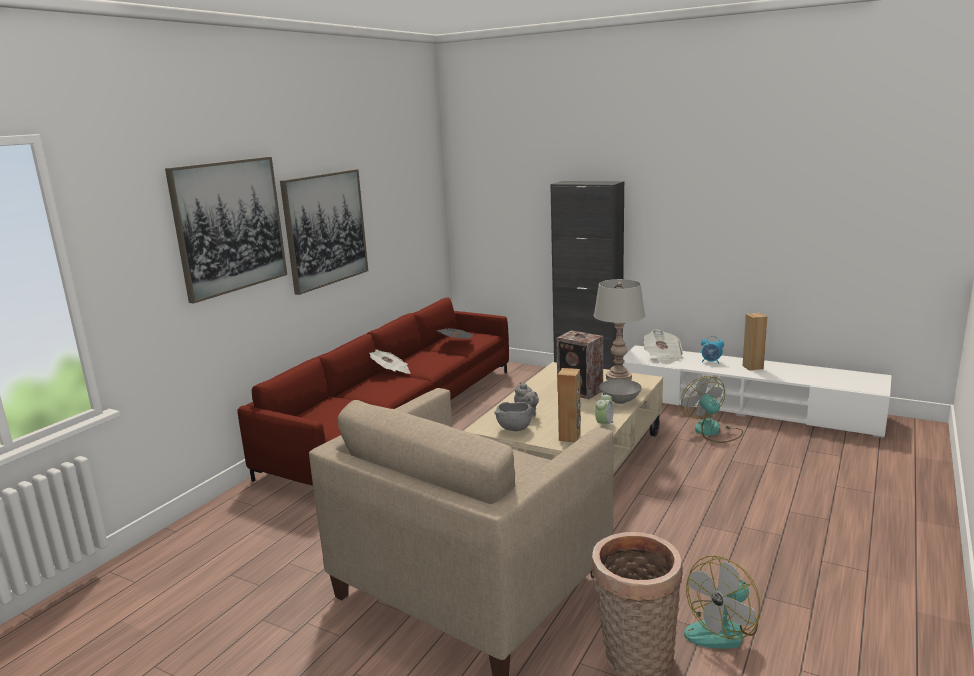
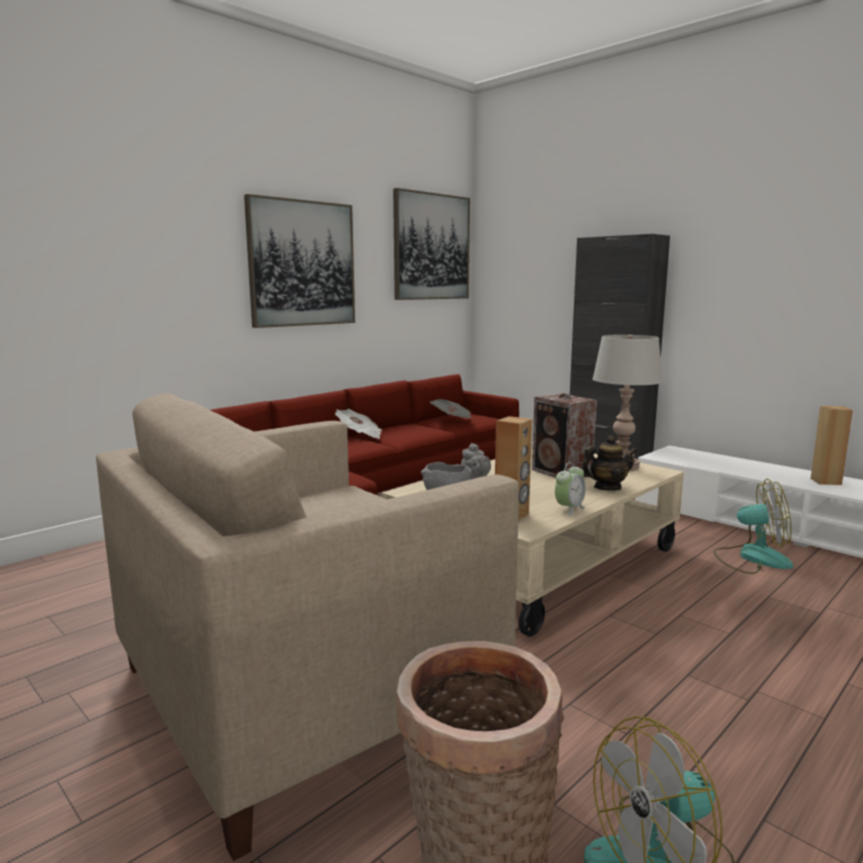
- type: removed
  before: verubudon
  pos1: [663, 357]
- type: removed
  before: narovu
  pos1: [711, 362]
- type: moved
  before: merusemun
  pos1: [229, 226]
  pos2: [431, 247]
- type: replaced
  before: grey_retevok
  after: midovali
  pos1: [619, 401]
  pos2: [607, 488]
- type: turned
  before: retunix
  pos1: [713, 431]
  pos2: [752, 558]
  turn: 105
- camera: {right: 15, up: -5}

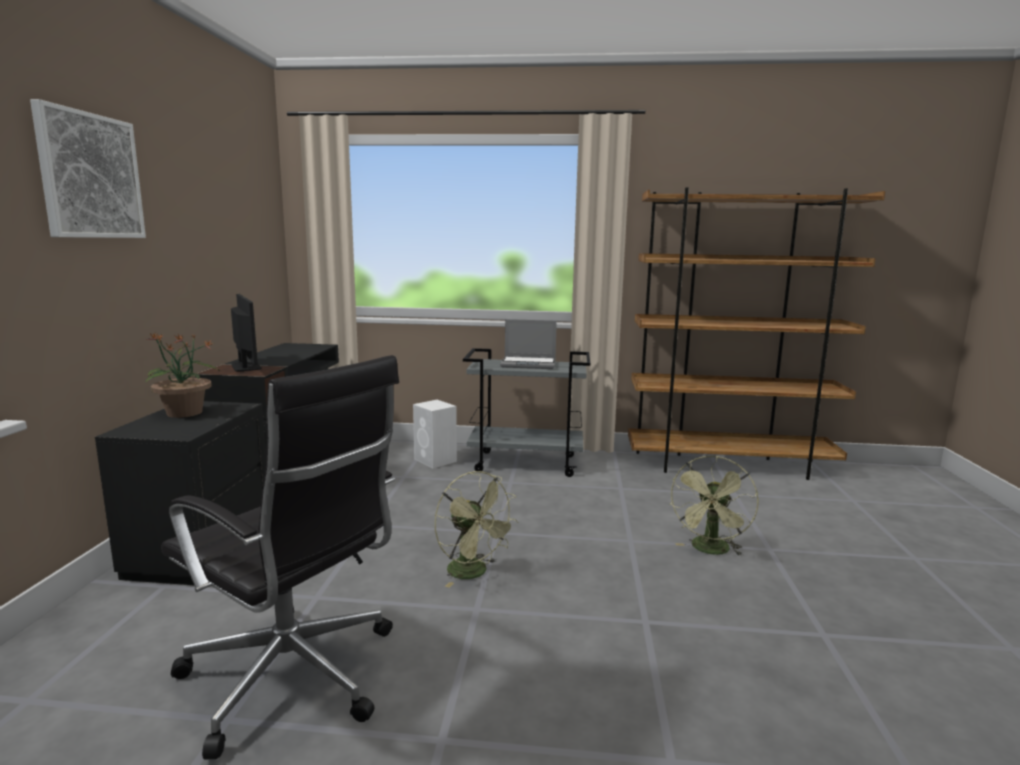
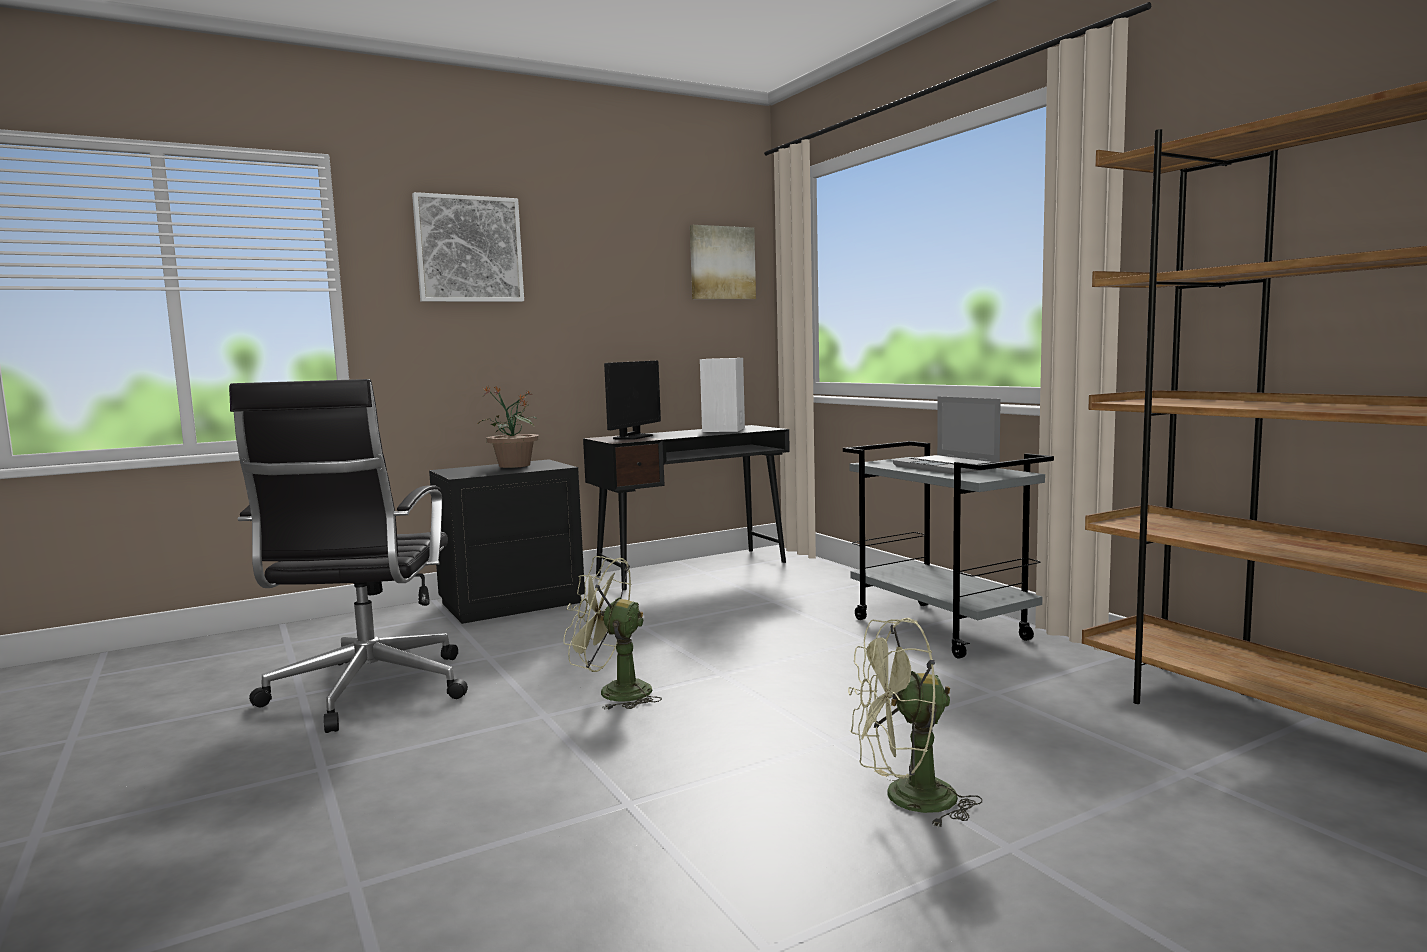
- type: added
  after: merusemun
  pos2: [721, 263]
- type: moved
  before: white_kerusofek
  pos1: [436, 460]
  pos2: [723, 430]
- type: turned
  before: green_retunix
  pos1: [474, 573]
  pos2: [613, 693]
  turn: 90
- camera: {right: 55, up: -5}

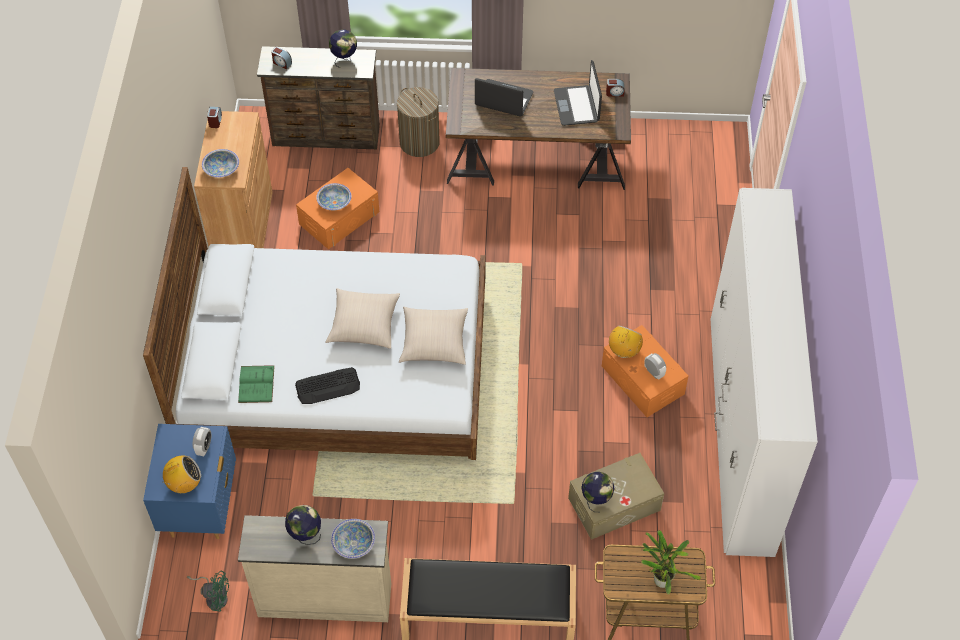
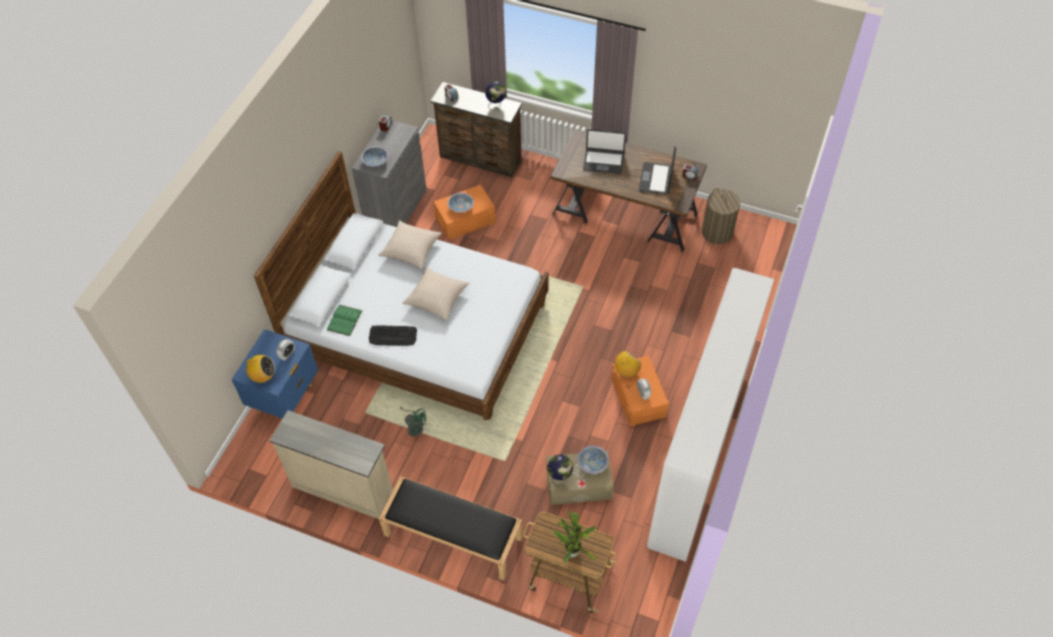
- type: removed
  before: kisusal
  pos1: [305, 535]
- type: moved
  before: green_retunix
  pos1: [214, 596]
  pos2: [415, 426]
- type: moved
  before: retevok
  pos1: [354, 543]
  pos2: [592, 463]
- type: moved
  before: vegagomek
  pos1: [419, 142]
  pos2: [717, 232]
- type: moved
  before: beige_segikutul
  pos1: [434, 342]
  pos2: [411, 250]
- type: recoloured
  before: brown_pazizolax
  after: grey_pazizolax
  pos1: [243, 227]
  pos2: [396, 209]
- type: turned
  before: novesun
  pos1: [503, 100]
  pos2: [603, 161]
  turn: 150
- camera: {right: 20, up: 0}

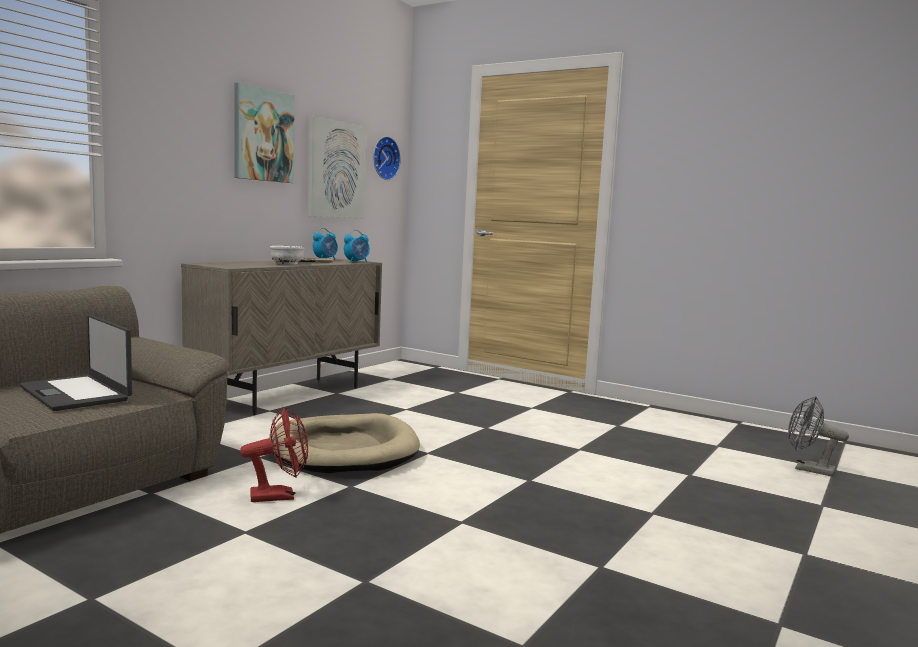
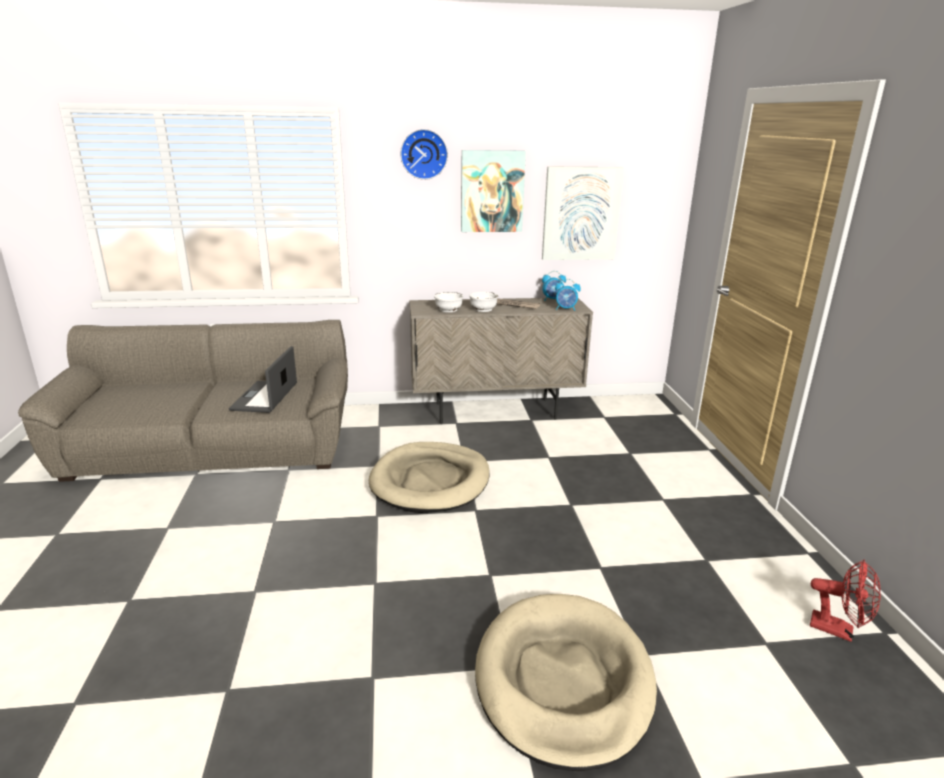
- type: removed
  before: grey_retunix
  pos1: [808, 469]
- type: added
  after: white_retevok
  pos2: [449, 310]
- type: added
  after: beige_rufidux
  pos2: [563, 681]
- type: moved
  before: red_retunix
  pos1: [279, 496]
  pos2: [838, 630]
- type: moved
  before: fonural
  pos1: [384, 158]
  pos2: [424, 154]
- camera: {right: 50, up: 15}

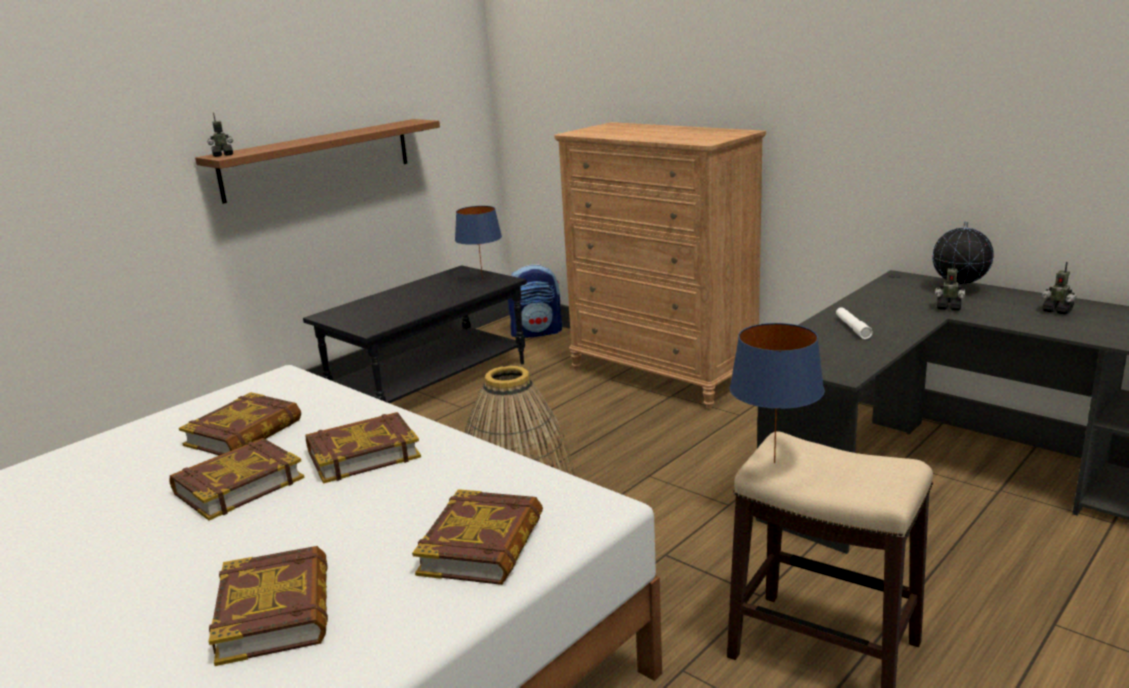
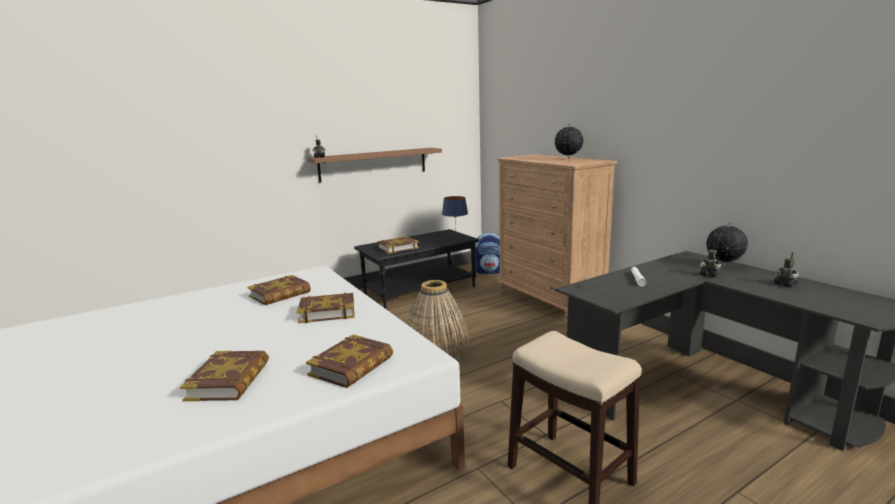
- type: removed
  before: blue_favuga
  pos1: [774, 462]
- type: added
  after: kisusal
  pos2: [568, 159]
- type: moved
  before: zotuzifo
  pos1: [238, 485]
  pos2: [398, 248]
- camera: {right: 15, up: -5}

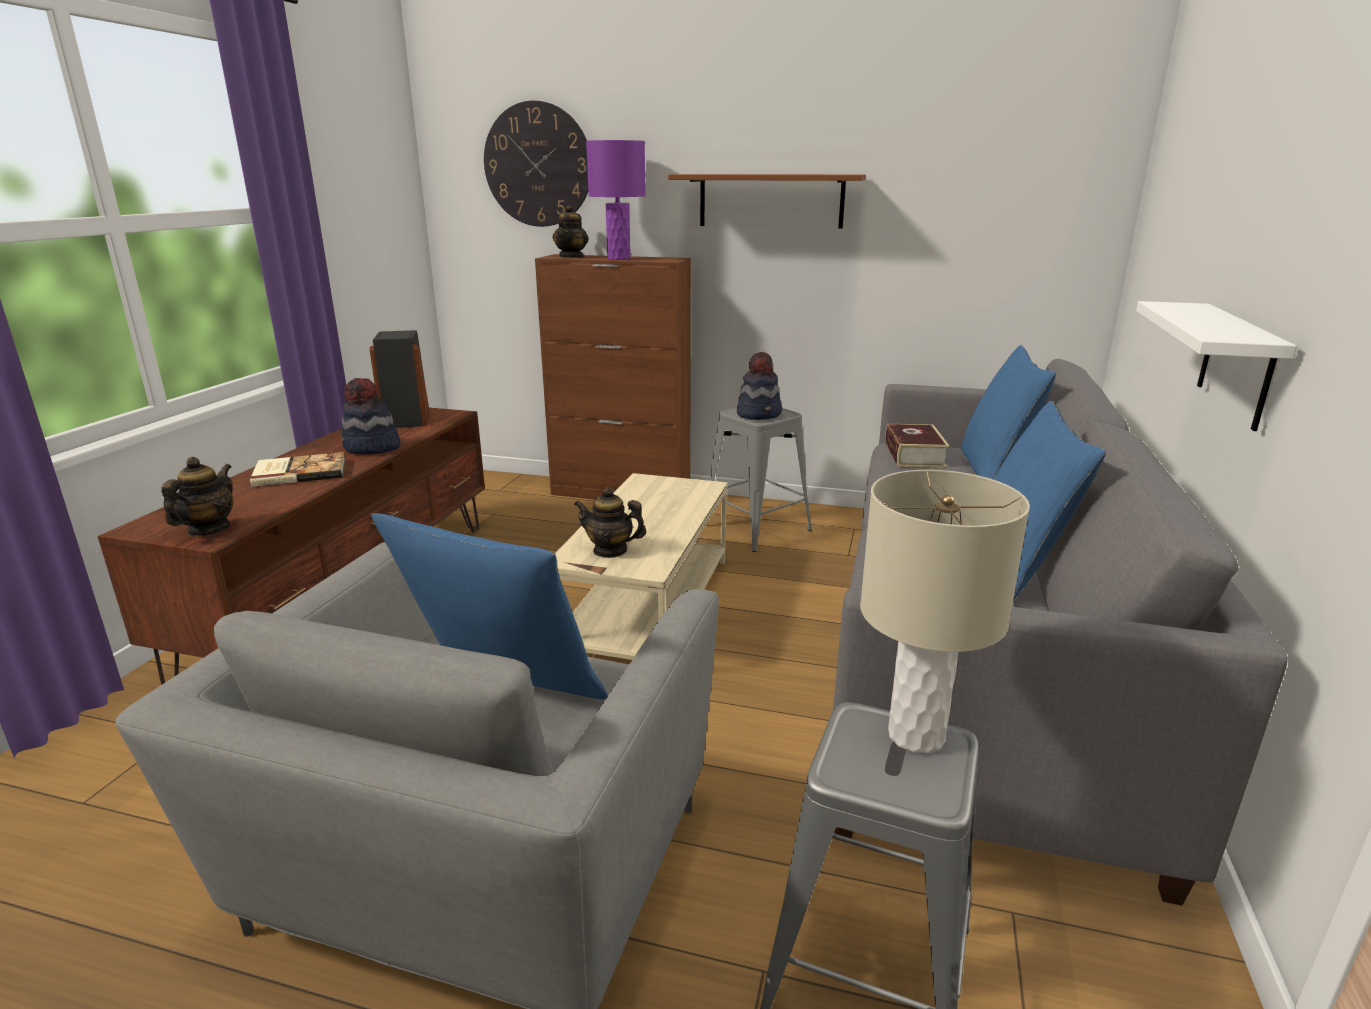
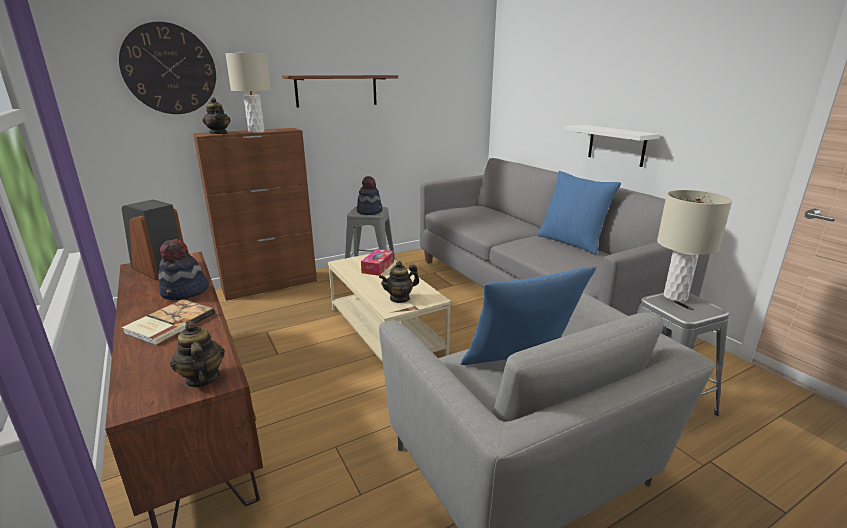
- type: removed
  before: zotuzifo
  pos1: [914, 455]
- type: removed
  before: blue_segikutul
  pos1: [994, 471]
- type: added
  after: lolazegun
  pos2: [378, 267]
- type: recoloured
  before: purple_favuga
  after: beige_favuga
  pos1: [618, 258]
  pos2: [256, 131]
- camera: {right: -45, up: 0}

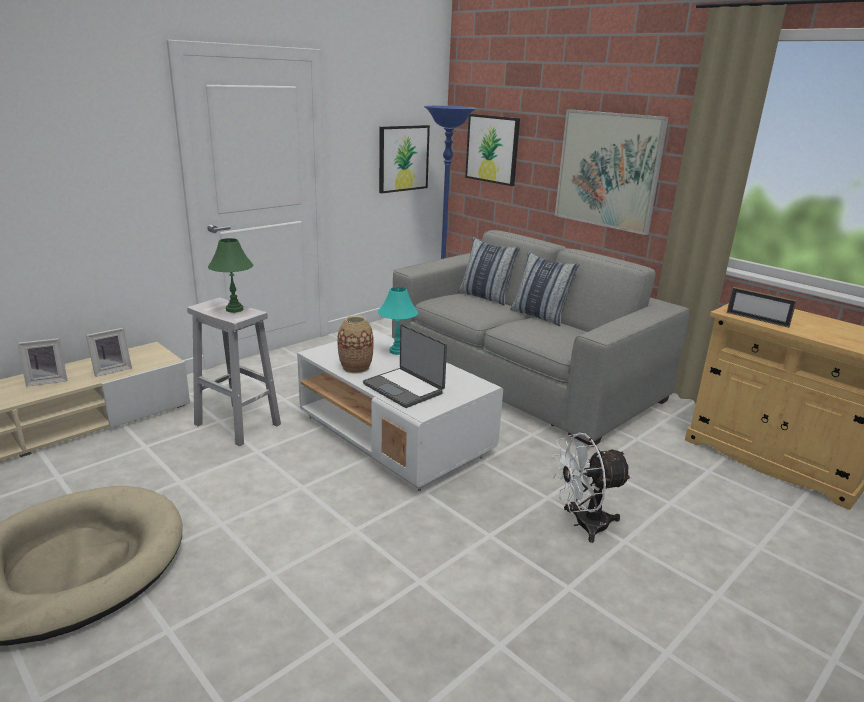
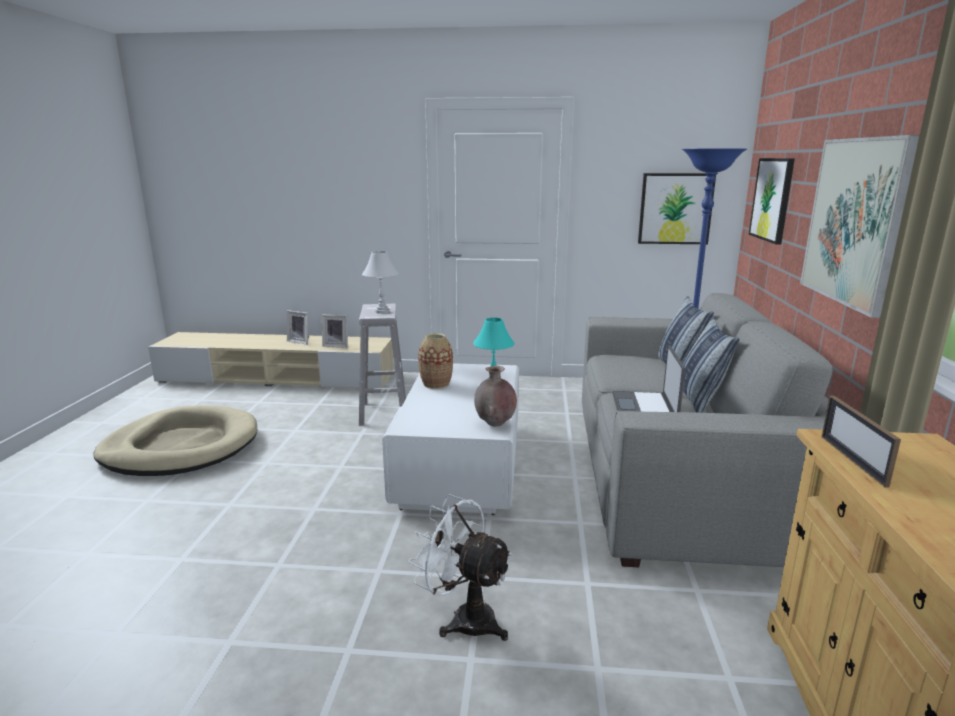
- type: added
  after: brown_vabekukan
  pos2: [495, 424]
- type: moved
  before: novesun
  pos1: [404, 388]
  pos2: [645, 409]
- type: recoloured
  before: green_favuga
  after: white_favuga
  pos1: [234, 309]
  pos2: [382, 311]
- camera: {right: 50, up: -5}

